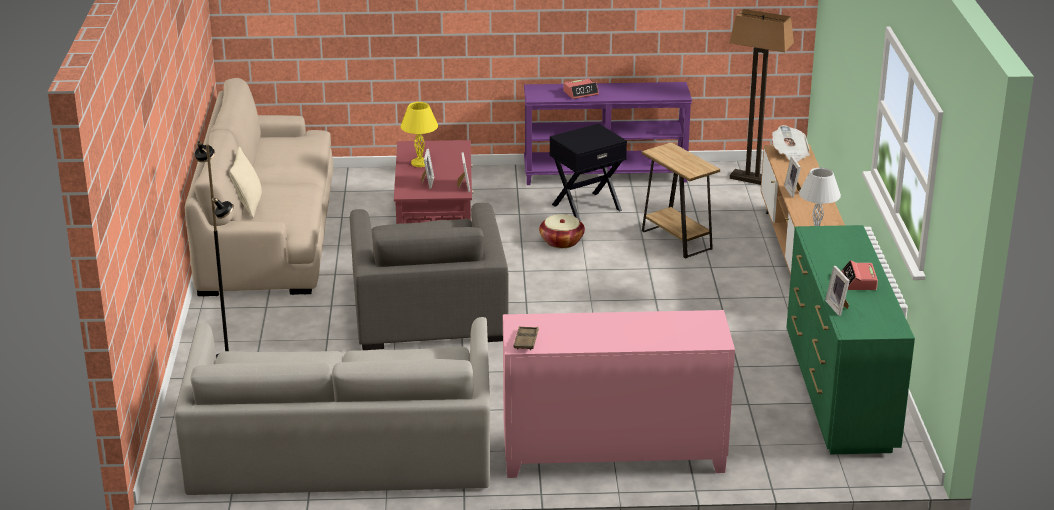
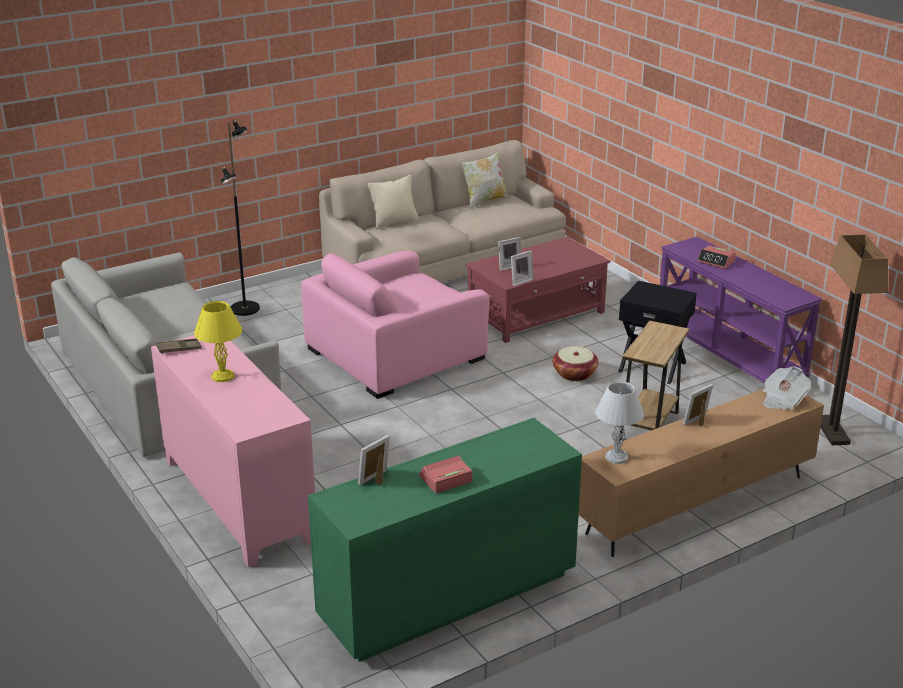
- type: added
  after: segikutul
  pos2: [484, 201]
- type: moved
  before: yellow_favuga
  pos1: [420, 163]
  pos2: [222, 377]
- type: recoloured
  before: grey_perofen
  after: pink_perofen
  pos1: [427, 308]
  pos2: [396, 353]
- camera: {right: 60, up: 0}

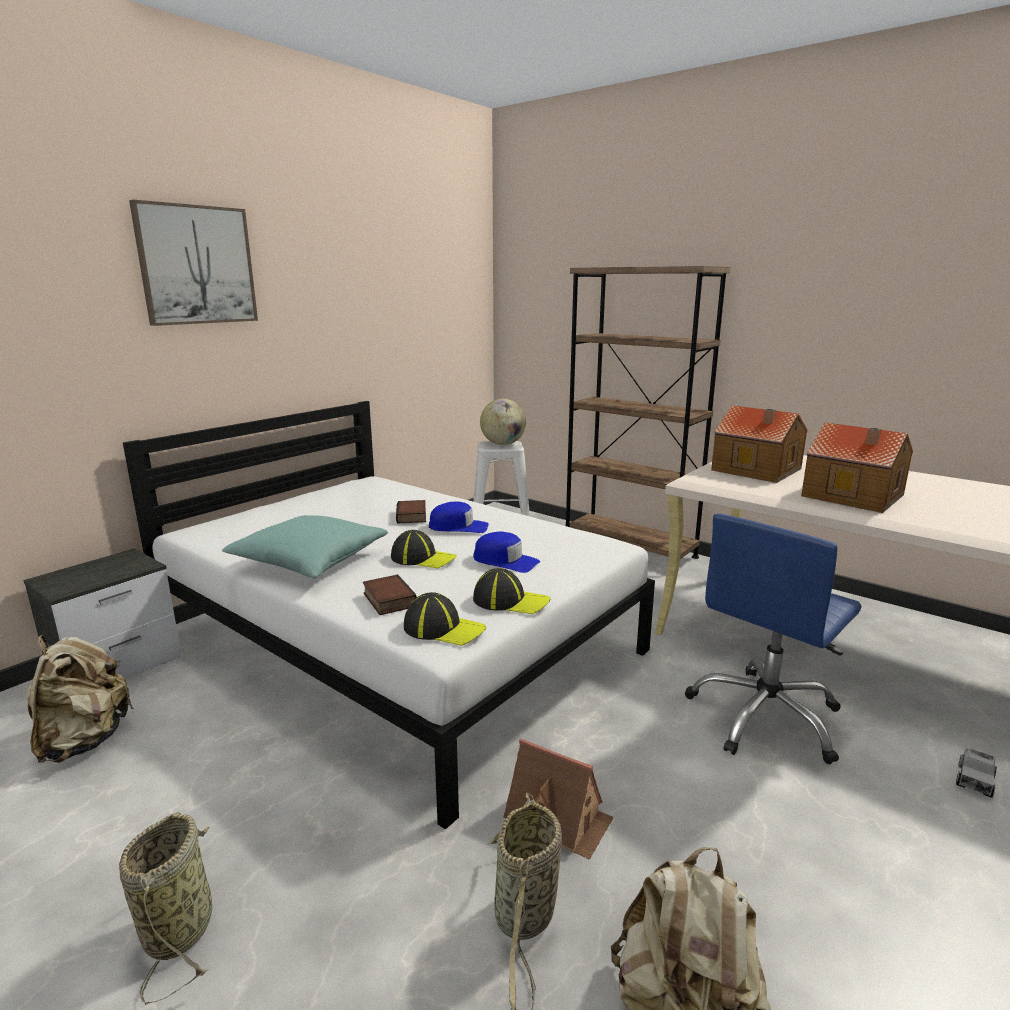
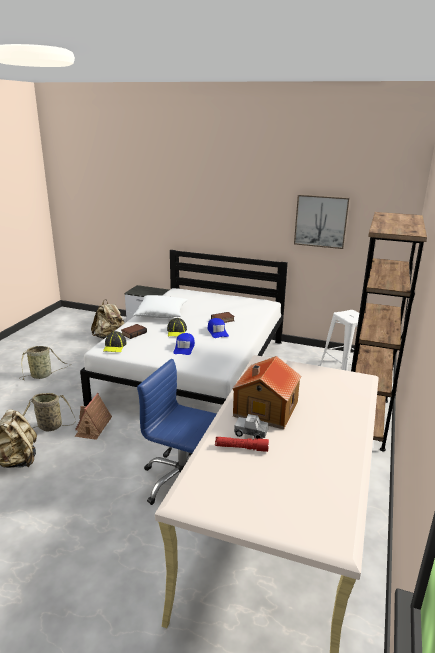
- type: removed
  before: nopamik
  pos1: [510, 601]
- type: removed
  before: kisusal
  pos1: [503, 444]
- type: removed
  before: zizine
  pos1: [757, 470]
- type: added
  after: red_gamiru
  pos2: [241, 448]
- type: moved
  before: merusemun
  pos1: [196, 265]
  pos2: [321, 221]
- type: moved
  before: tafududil
  pos1: [974, 780]
  pos2: [251, 433]
- type: recoloured
  before: turquoise_segikutul
  after: white_segikutul
  pos1: [310, 561]
  pos2: [161, 314]
- camera: {right: 70, up: 5}

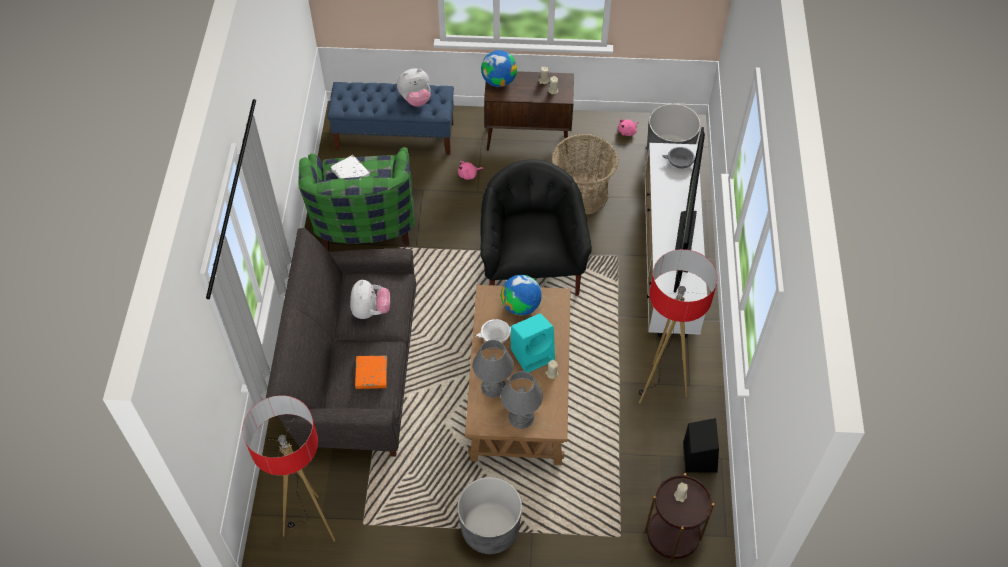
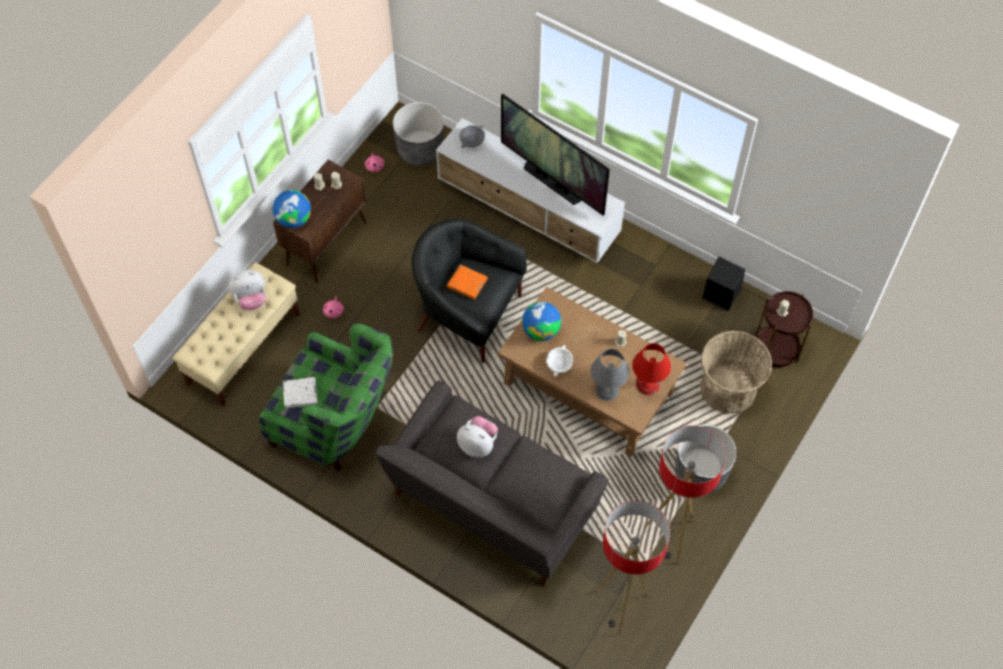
- type: removed
  before: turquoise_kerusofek
  pos1: [533, 354]
- type: moved
  before: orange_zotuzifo
  pos1: [371, 373]
  pos2: [467, 283]
- type: moved
  before: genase
  pos1: [581, 194]
  pos2: [728, 389]
- type: moved
  before: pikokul
  pos1: [659, 387]
  pos2: [670, 537]
- type: recoloured
  before: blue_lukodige
  after: beige_lukodige
  pos1: [395, 136]
  pos2: [244, 348]
- type: recoloured
  before: grey_favuga
  after: red_favuga
  pos1: [520, 417]
  pos2: [647, 385]
- type: turned
  before: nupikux
  pos1: [415, 99]
  pos2: [251, 299]
  turn: 60
- camera: {right: -60, up: 5}

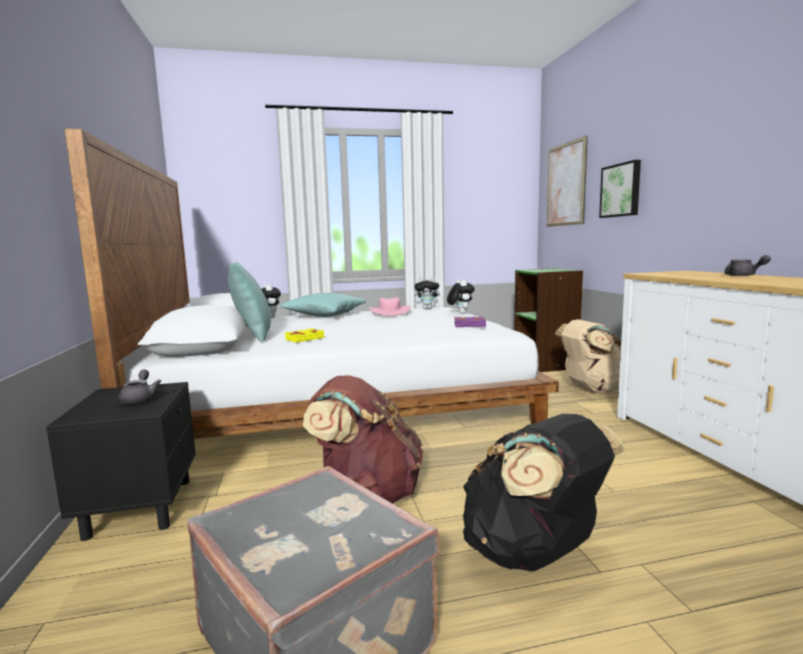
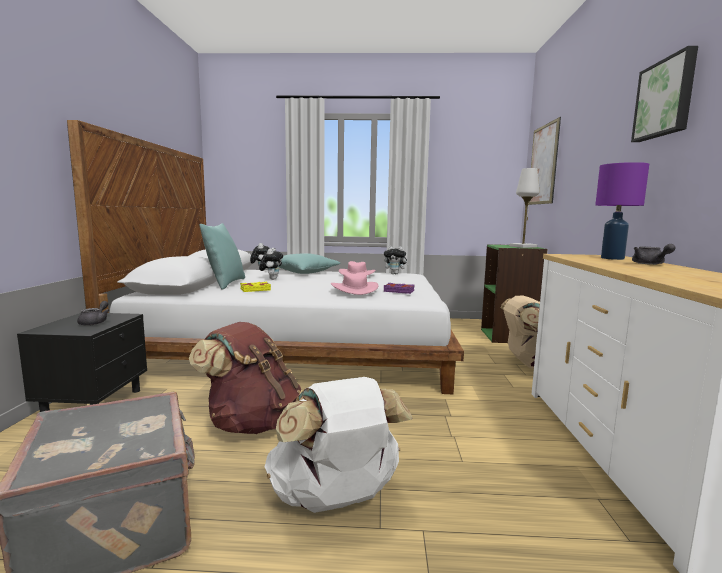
- type: added
  after: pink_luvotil
  pos2: [354, 289]
- type: added
  after: white_favuga
  pos2: [523, 246]
- type: added
  after: purple_favuga
  pos2: [612, 258]
- type: moved
  before: nupikux
  pos1: [460, 313]
  pos2: [271, 279]
- type: moved
  before: merusemun
  pos1: [621, 190]
  pos2: [666, 98]
- type: recoloured
  before: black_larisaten
  after: white_larisaten
  pos1: [533, 554]
  pos2: [336, 499]
- camera: {right: 15, up: 0}

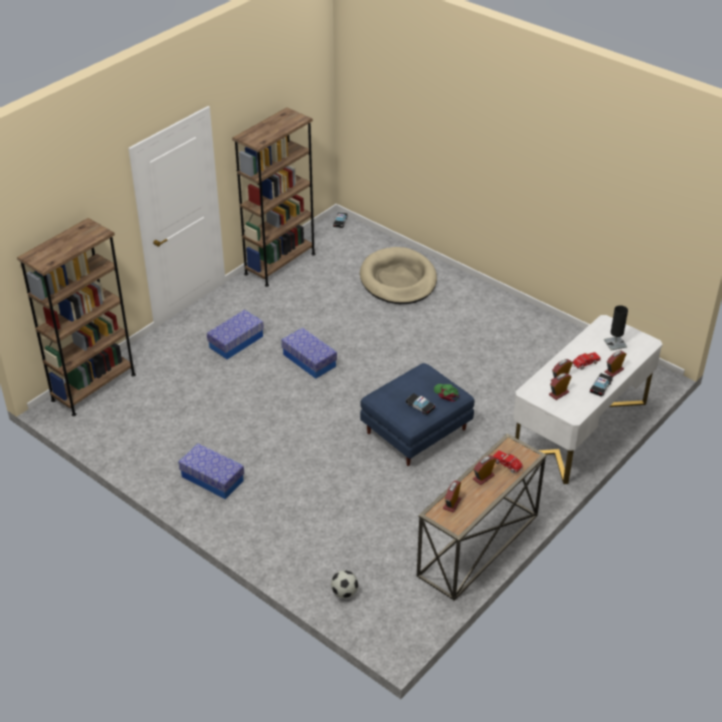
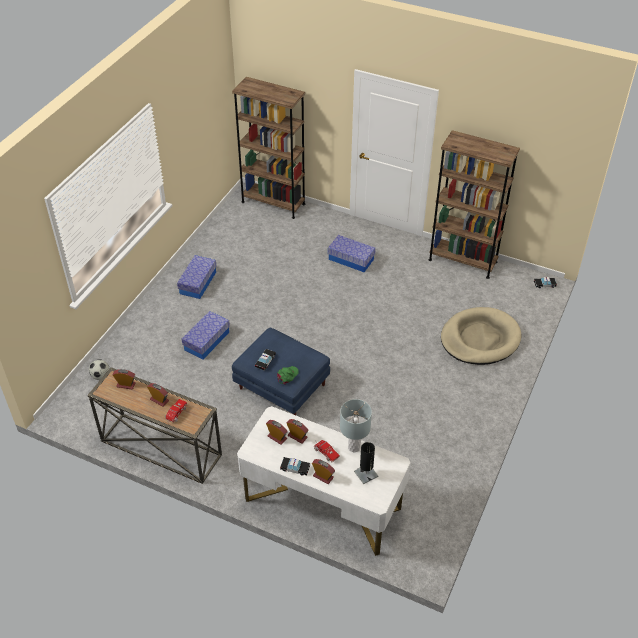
- type: added
  after: grey_favuga
  pos2: [354, 447]
- type: moved
  before: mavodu
  pos1: [309, 360]
  pos2: [207, 341]
- camera: {right: 75, up: 5}

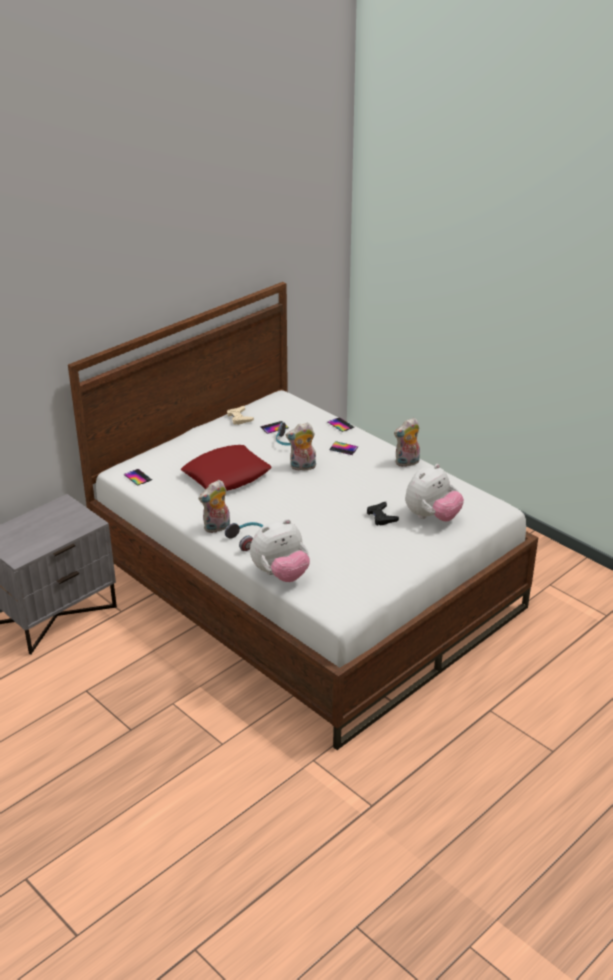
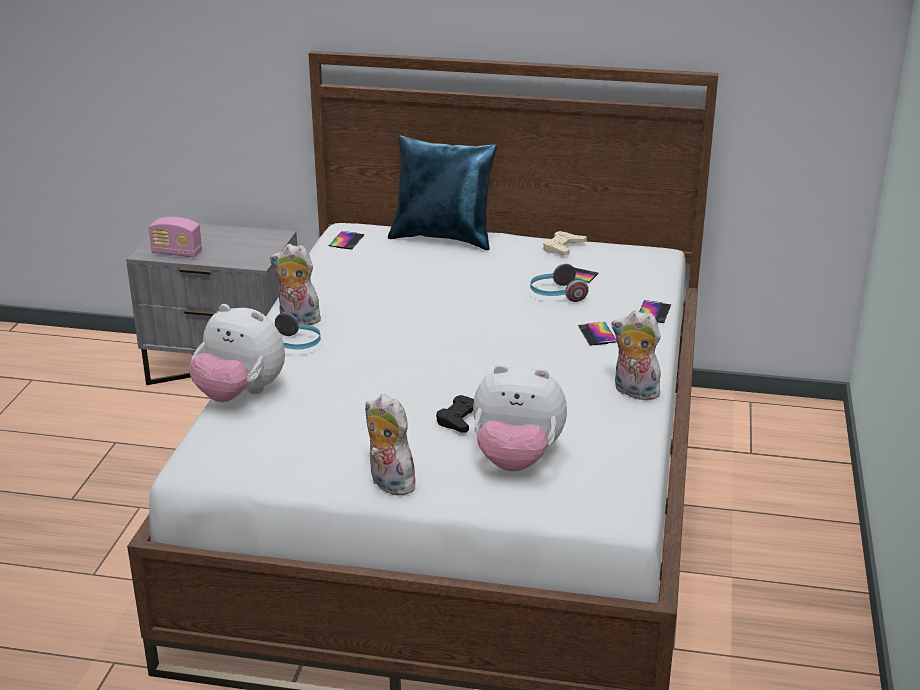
- type: removed
  before: red_segikutul
  pos1: [226, 475]
- type: added
  after: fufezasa
  pos2: [177, 253]
- type: added
  after: blue_segikutul
  pos2: [443, 238]
- type: moved
  before: nupikux
  pos1: [302, 467]
  pos2: [388, 483]
- camera: {right: 55, up: -5}

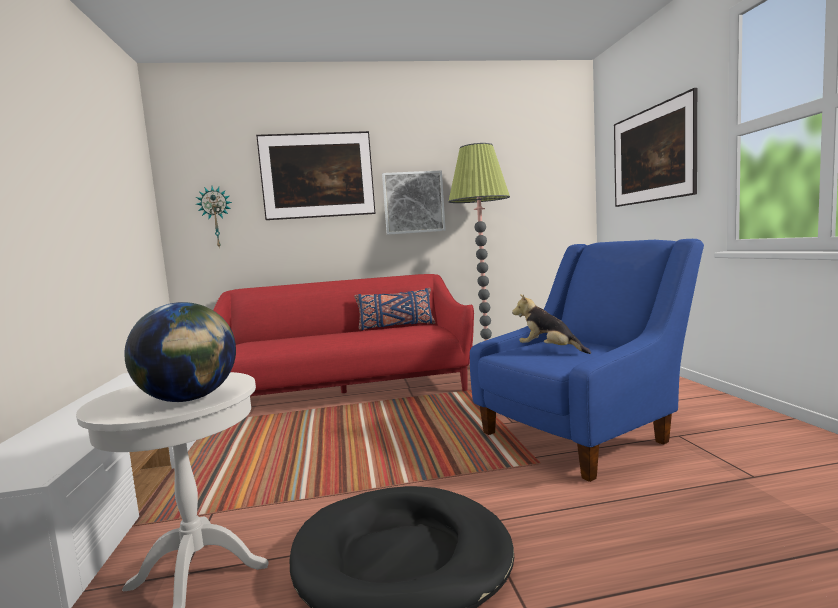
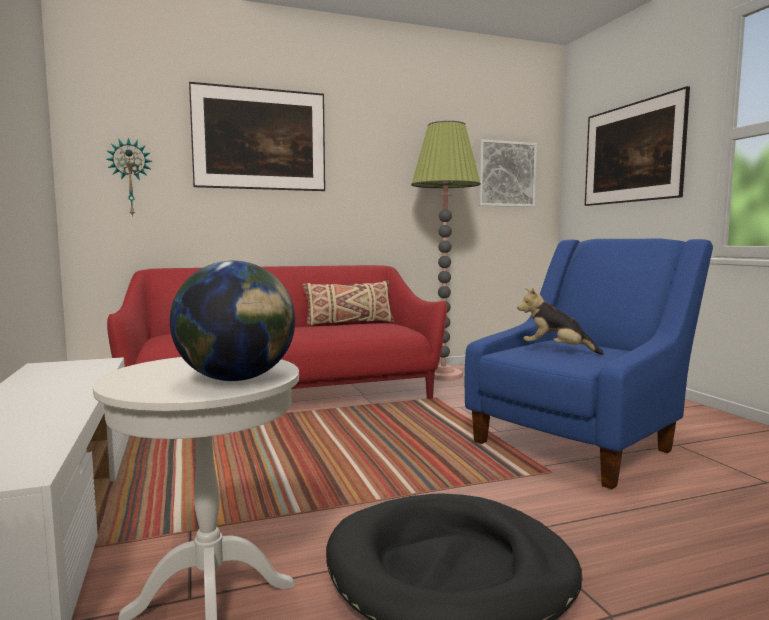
- type: moved
  before: merusemun
  pos1: [413, 202]
  pos2: [506, 174]
- type: recoloured
  before: blue_segikutul
  after: beige_segikutul
  pos1: [396, 326]
  pos2: [349, 323]
- camera: {right: -10, up: 0}

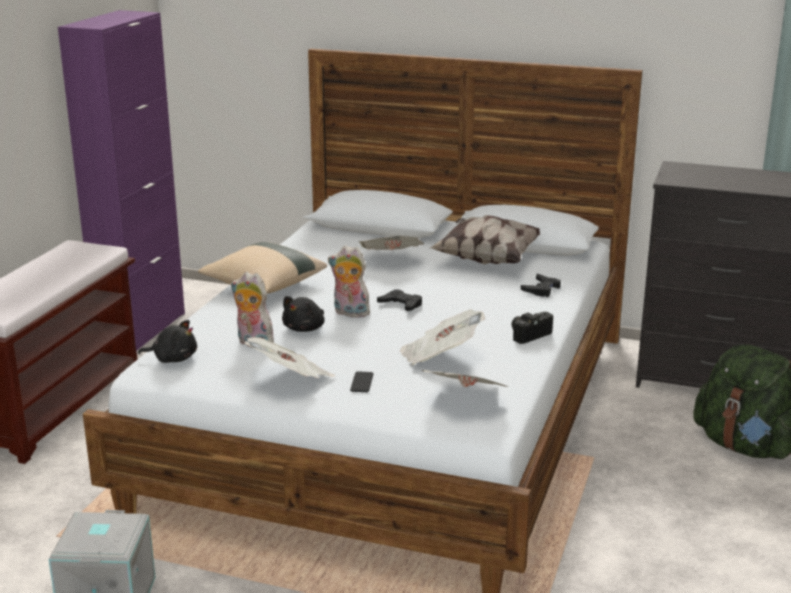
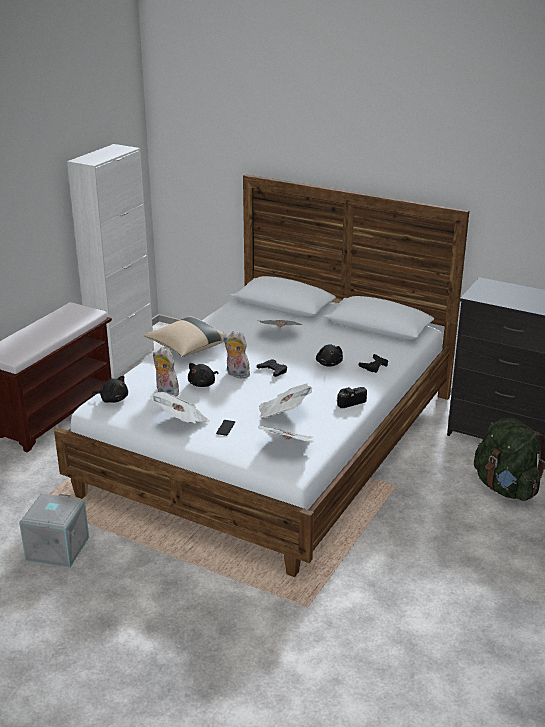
- type: removed
  before: segikutul
  pos1: [487, 259]
- type: added
  after: black_nupikux
  pos2: [329, 363]
- type: recoloured
  before: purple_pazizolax
  after: white_pazizolax
  pos1: [141, 329]
  pos2: [122, 360]
- camera: {right: 10, up: 5}

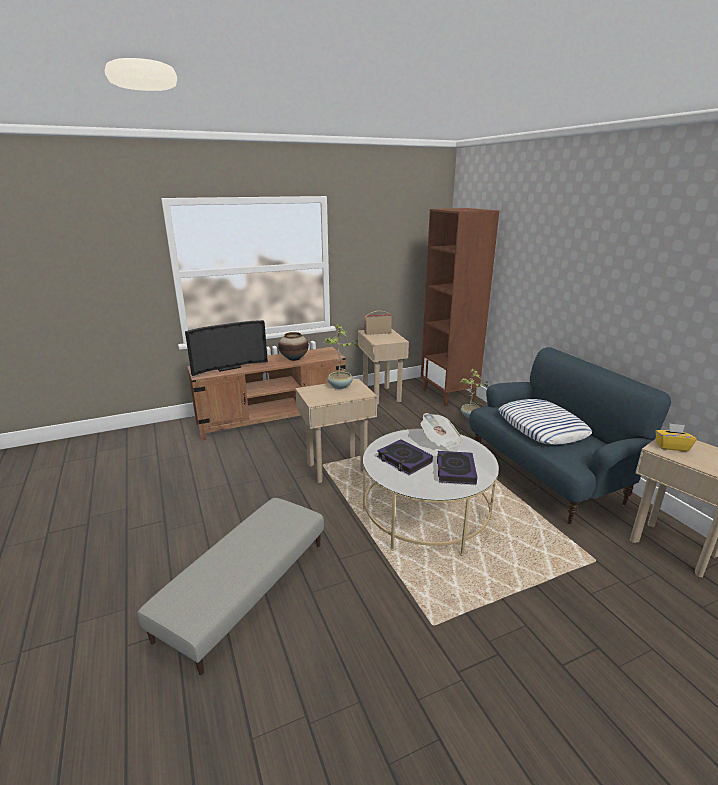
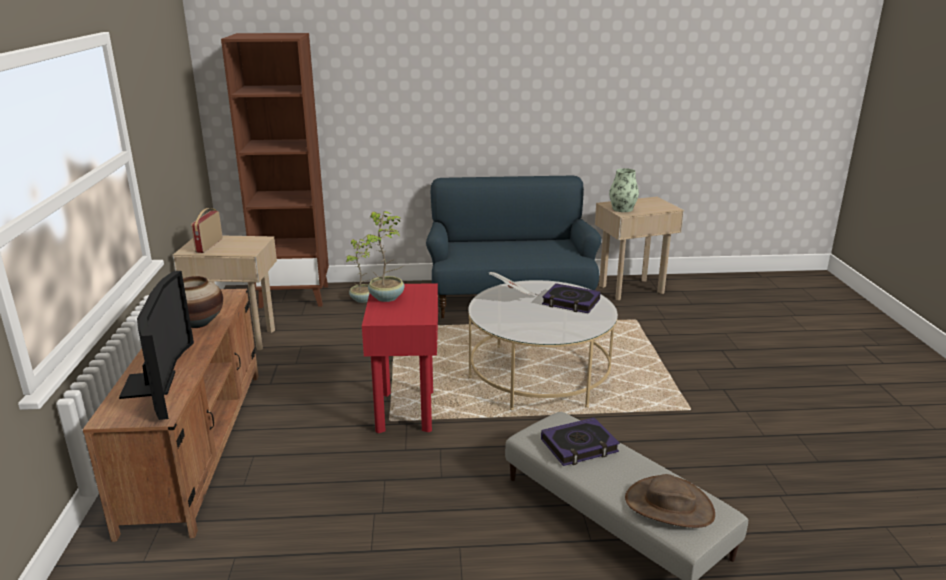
- type: removed
  before: segikutul
  pos1: [542, 427]
- type: added
  after: brown_luvotil
  pos2: [669, 506]
- type: moved
  before: zotuzifo
  pos1: [404, 460]
  pos2: [579, 446]
- type: replaced
  before: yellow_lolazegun
  after: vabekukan
  pos1: [671, 446]
  pos2: [622, 209]
- type: recoloured
  before: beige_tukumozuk
  after: red_tukumozuk
  pos1: [337, 468]
  pos2: [406, 411]
- camera: {right: -70, up: 0}

